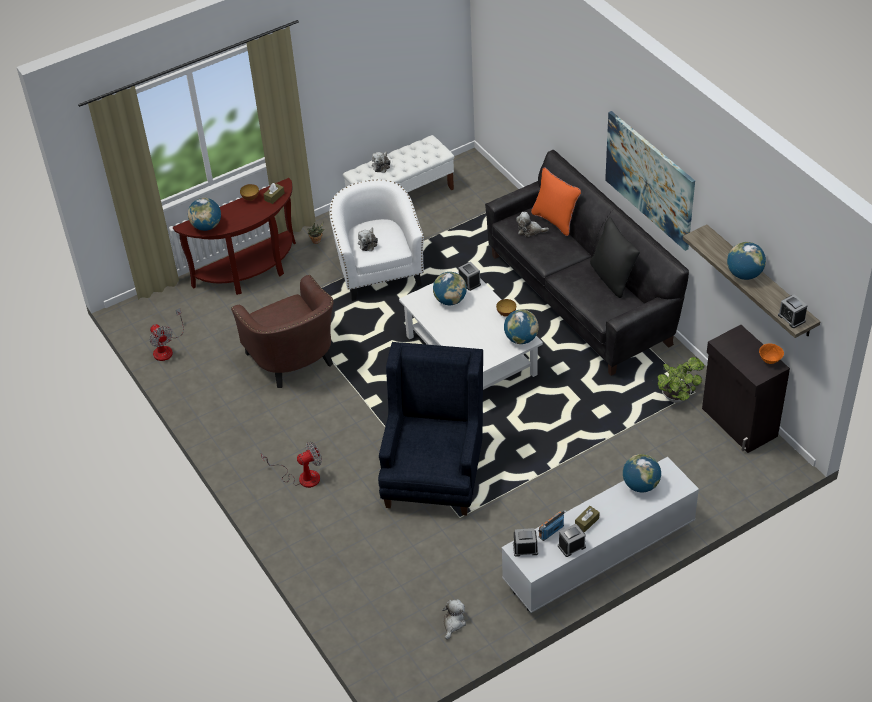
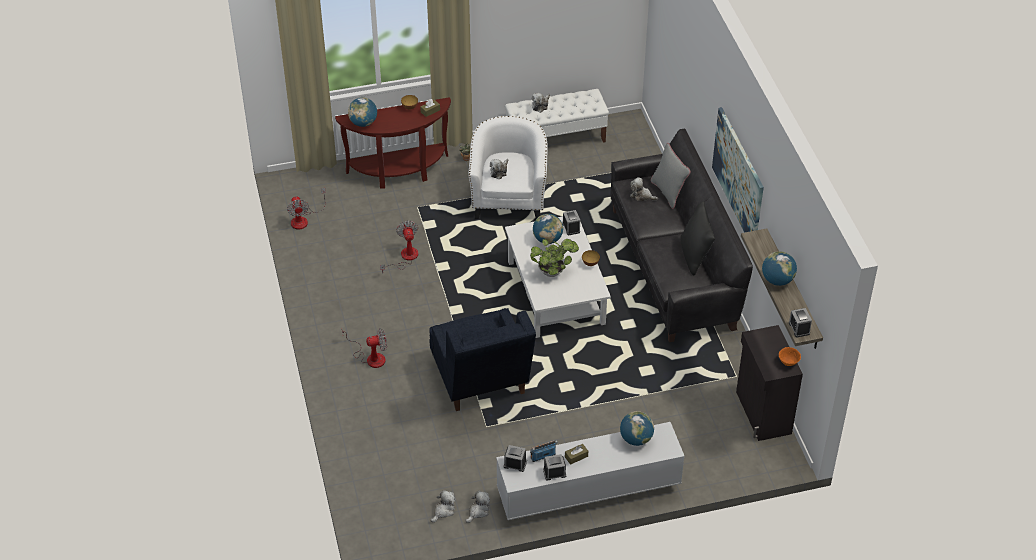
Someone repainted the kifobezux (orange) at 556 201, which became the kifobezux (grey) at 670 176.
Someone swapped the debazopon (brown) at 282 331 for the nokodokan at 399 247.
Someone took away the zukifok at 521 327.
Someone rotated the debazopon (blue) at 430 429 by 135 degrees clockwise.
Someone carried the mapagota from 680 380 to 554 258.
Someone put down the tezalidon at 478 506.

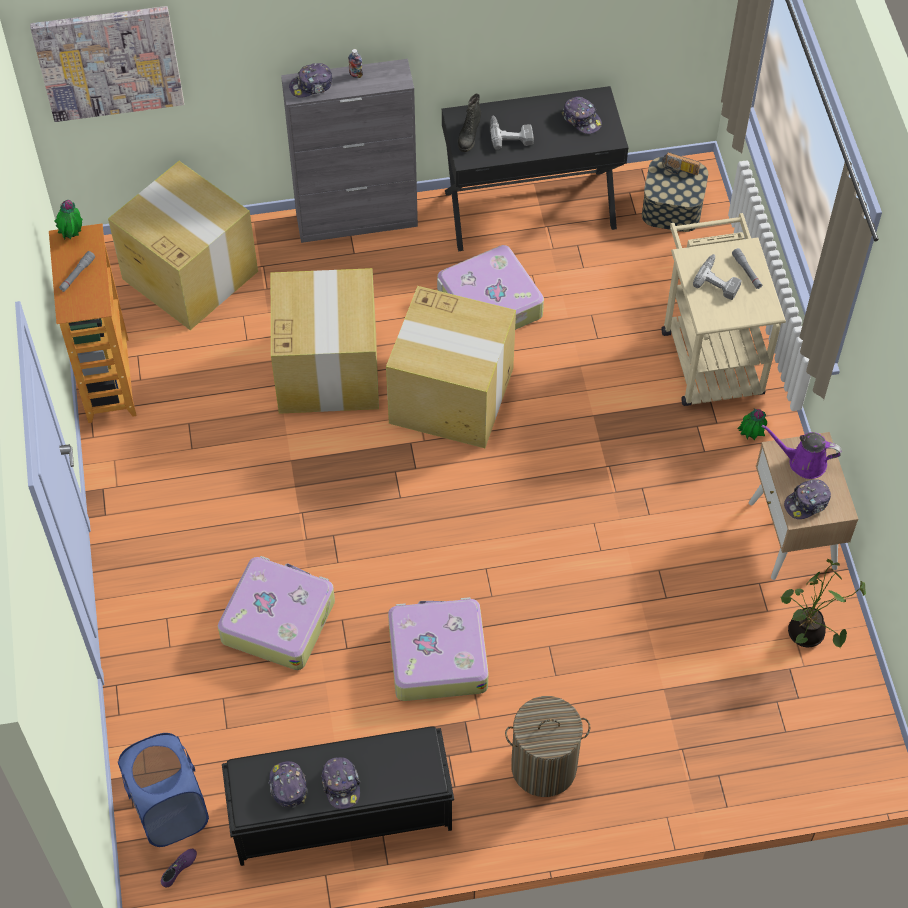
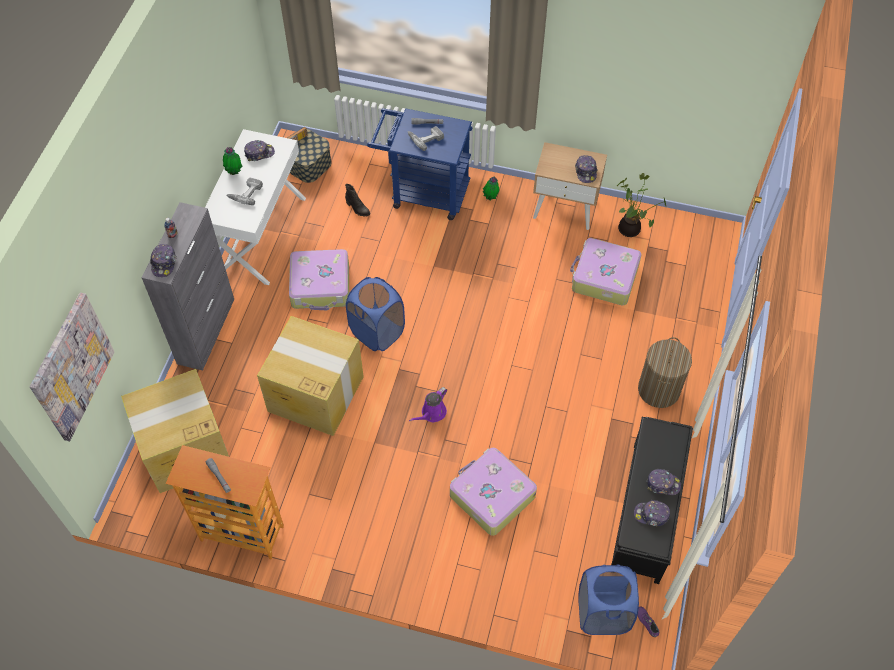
Someone repainted the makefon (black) at 535 168, which became the makefon (white) at 255 207.
Someone carried the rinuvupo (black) from 469 123 to 357 200.
Someone carried the mapagota from 68 219 to 233 161.
Someone repainted the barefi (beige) at 724 309, which became the barefi (blue) at 419 164.
Someone swapped the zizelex at 451 367 for the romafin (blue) at 375 314.
Someone carried the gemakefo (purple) from 802 452 to 428 404.
Someone carried the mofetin from 438 649 to 606 271.

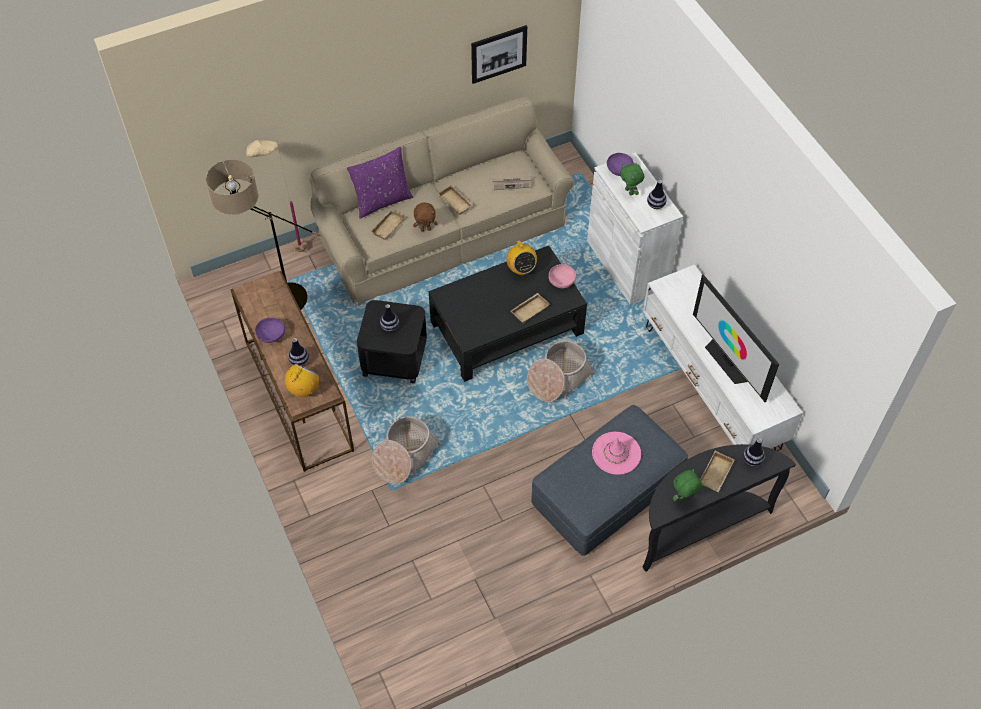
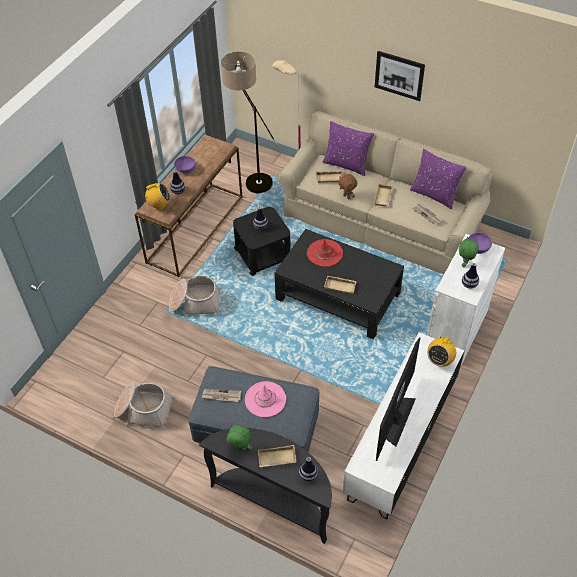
Someone carried the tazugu from 499 54 to 400 76.
Someone carried the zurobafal from 522 258 to 441 351.
Someone took away the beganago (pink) at 562 276.
Someone carried the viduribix from 561 371 to 144 406.
Someone put down the kifobezux (purple) at 438 179.
Someone put down the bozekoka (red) at 325 253.
Someone put down the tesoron at 221 395.

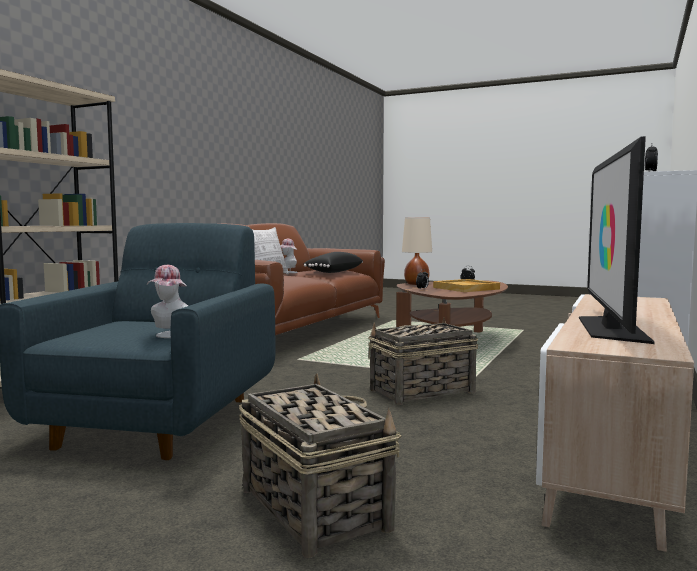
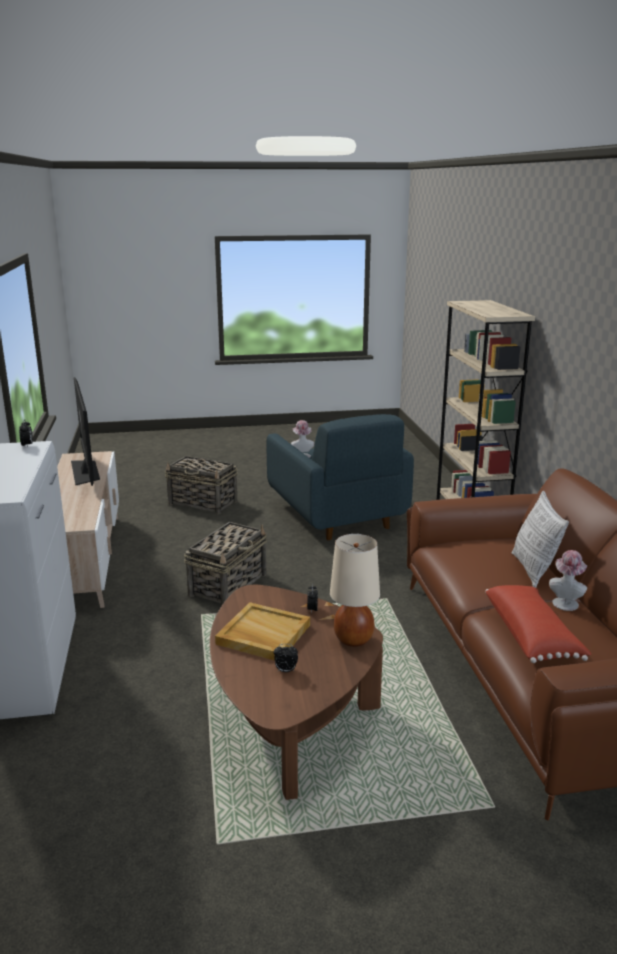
Someone repainted the kifobezux (black) at 333 262, which became the kifobezux (red) at 538 624.

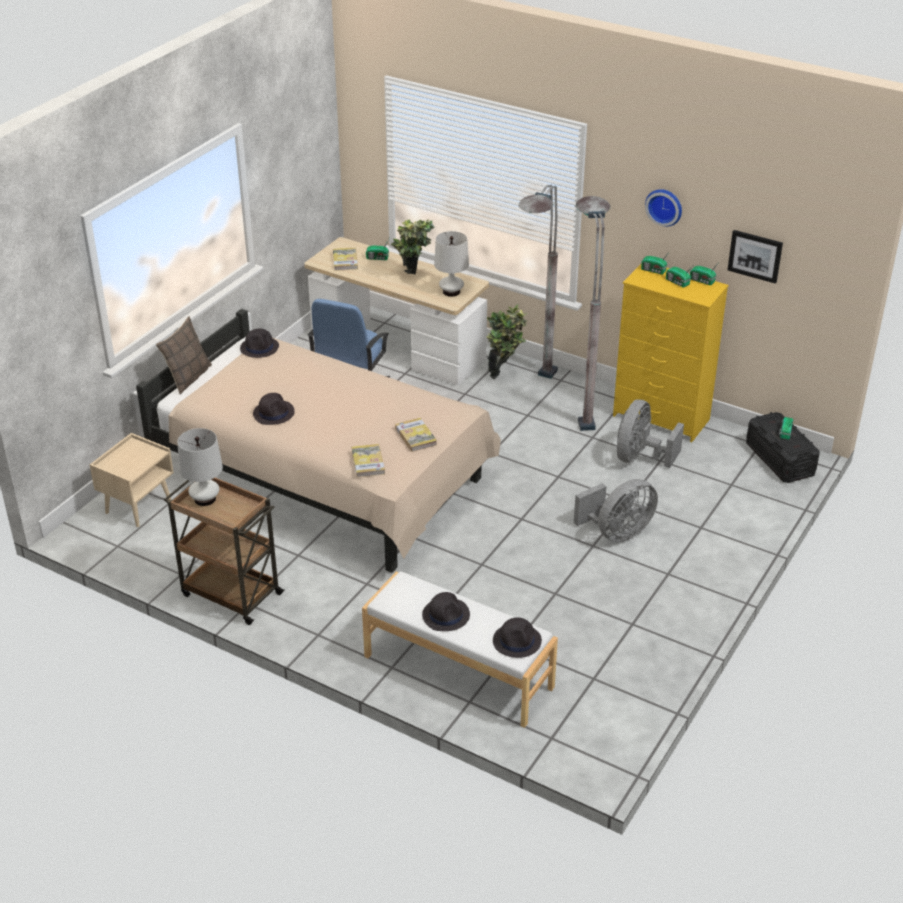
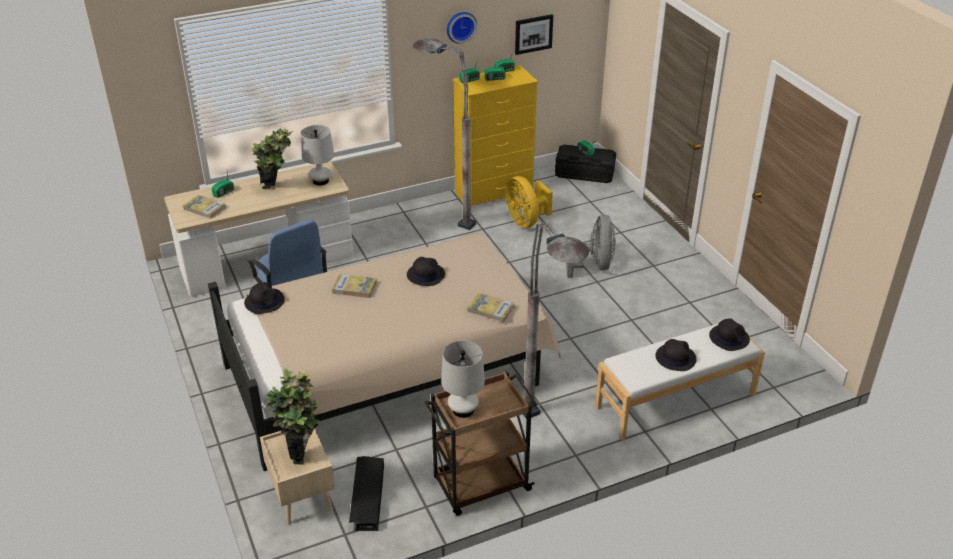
Someone carried the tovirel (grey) from 538 282 to 556 320.
Someone carried the mapagota from 507 341 to 293 416.
Someone took away the kifobezux at 184 355.
Someone carried the bozekoka (black) from 274 409 to 426 271.
Someone repainted the nokodokan (grey) at 650 433, which became the nokodokan (yellow) at 529 202.
Someone carried the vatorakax from 416 435 to 354 286.
Someone put down the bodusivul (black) at 366 493.

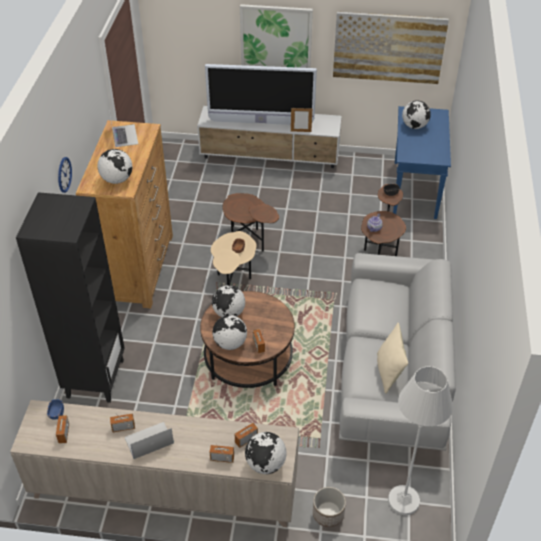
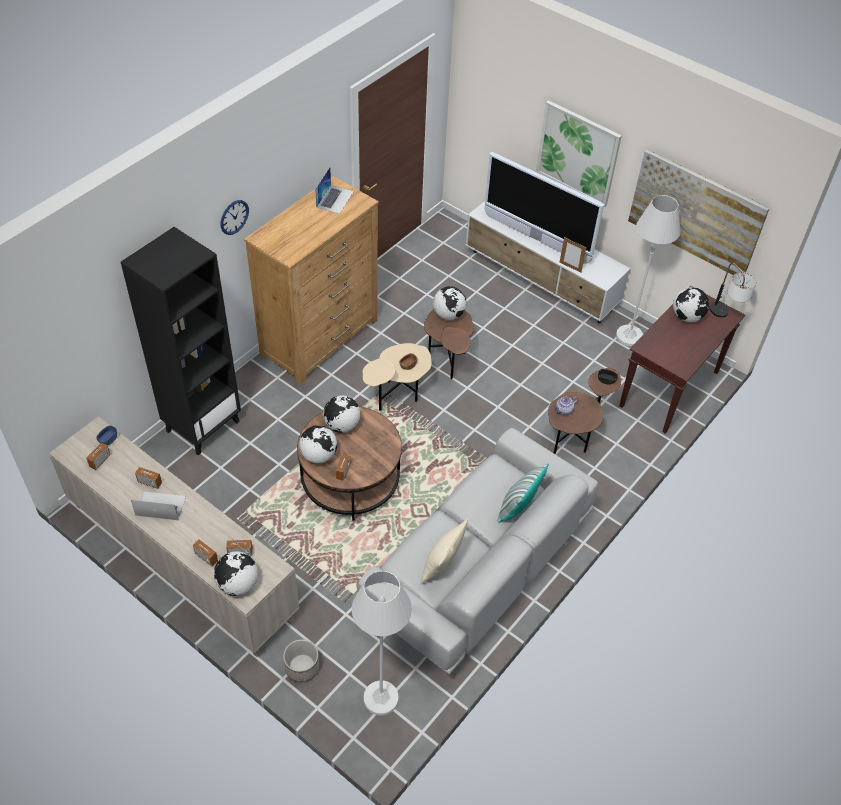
Someone repainted the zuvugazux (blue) at 422 162, which became the zuvugazux (brown) at 682 360.
Someone carried the zukifok from 115 166 to 449 303.
Someone put down the tovirel (white) at 648 270.
Someone put down the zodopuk at 733 290.
Someone put down the kifobezux at 523 493.

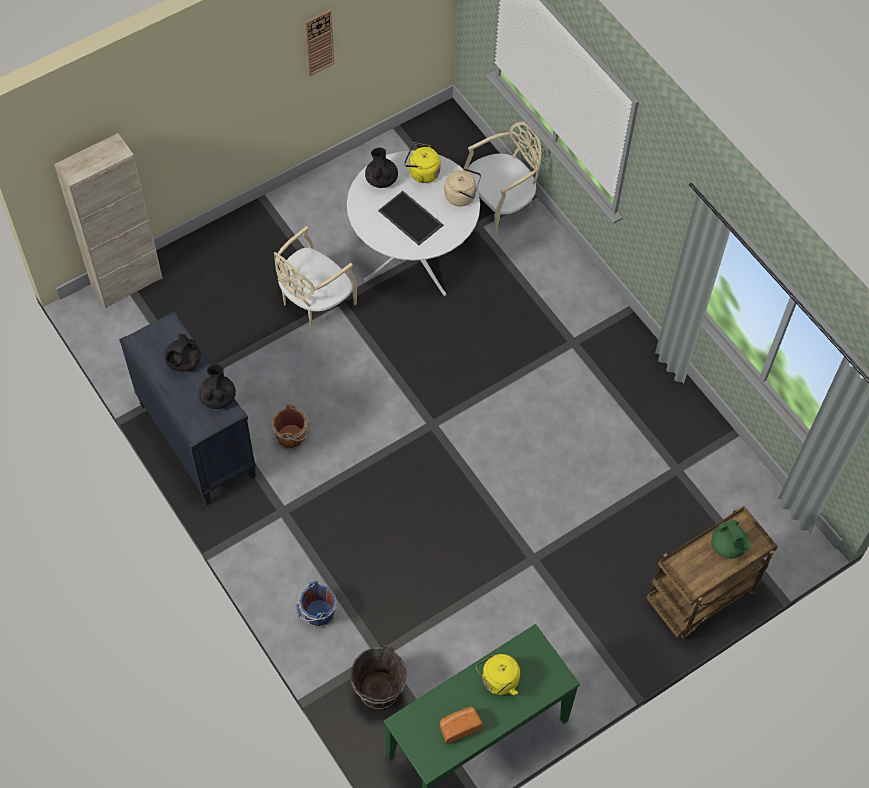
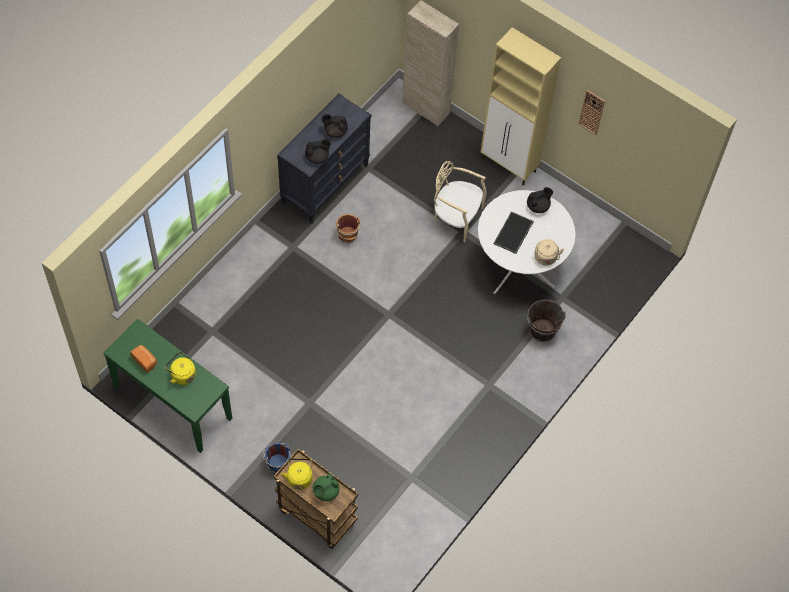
Someone took away the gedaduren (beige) at 502 179.
Someone carried the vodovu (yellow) from 422 163 to 296 474.
Someone carried the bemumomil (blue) from 317 604 to 277 458.
Someone carried the bemumomil (brown) from 378 676 to 546 321.
Someone put down the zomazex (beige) at 521 106.

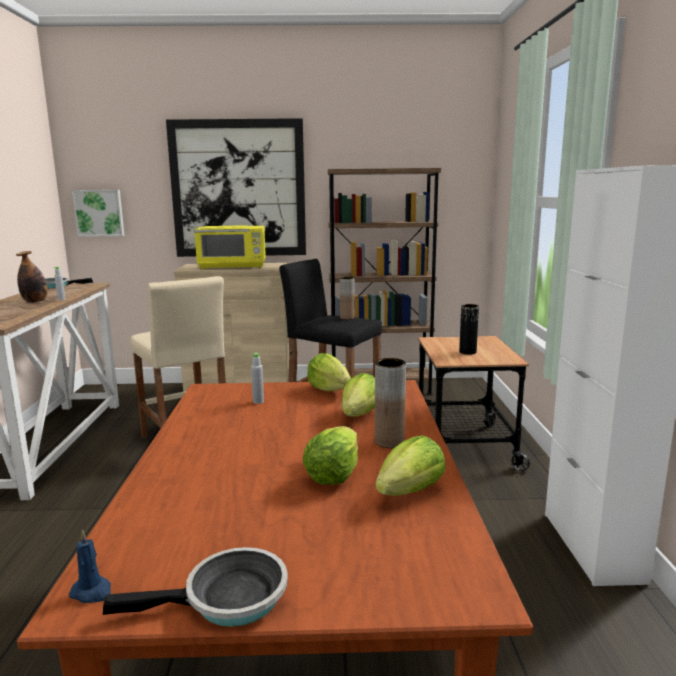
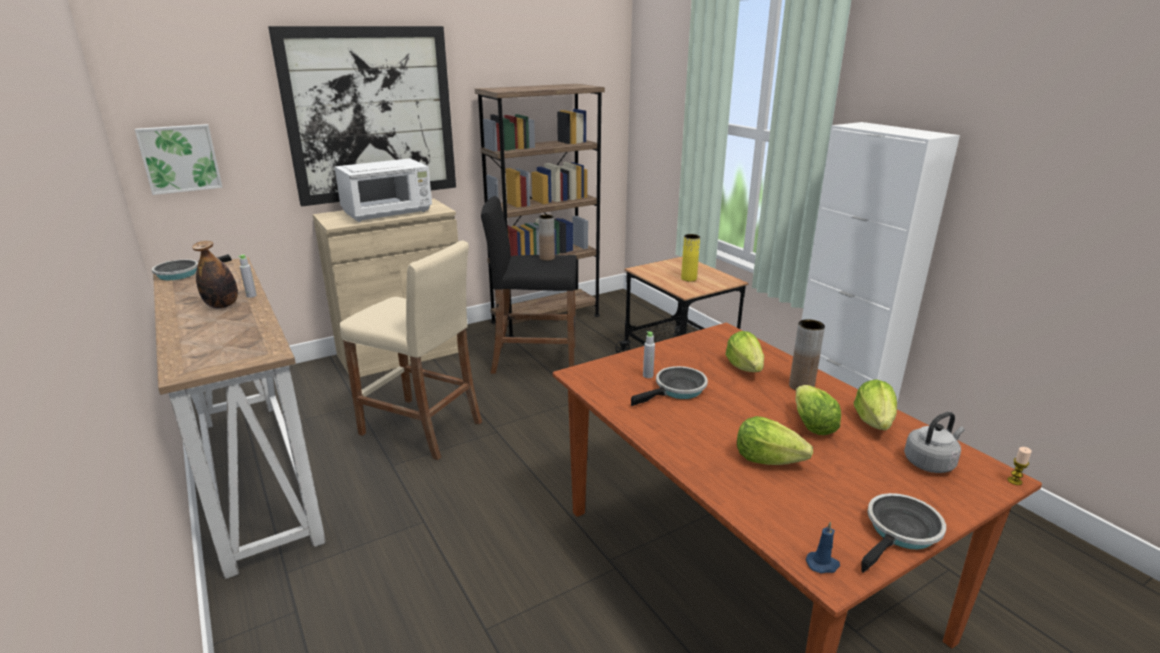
Someone repainted the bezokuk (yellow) at 230 247, which became the bezokuk (white) at 383 190.
Someone repainted the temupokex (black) at 469 329, which became the temupokex (yellow) at 690 258.
Someone carried the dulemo from 329 372 to 775 440.
Someone put down the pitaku at 669 386.
Someone put down the vodovu (grey) at 934 442.
Someone put down the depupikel at 1019 466.

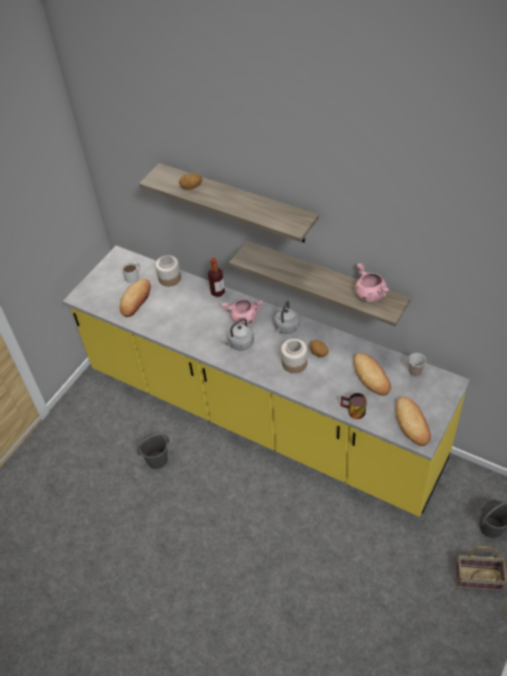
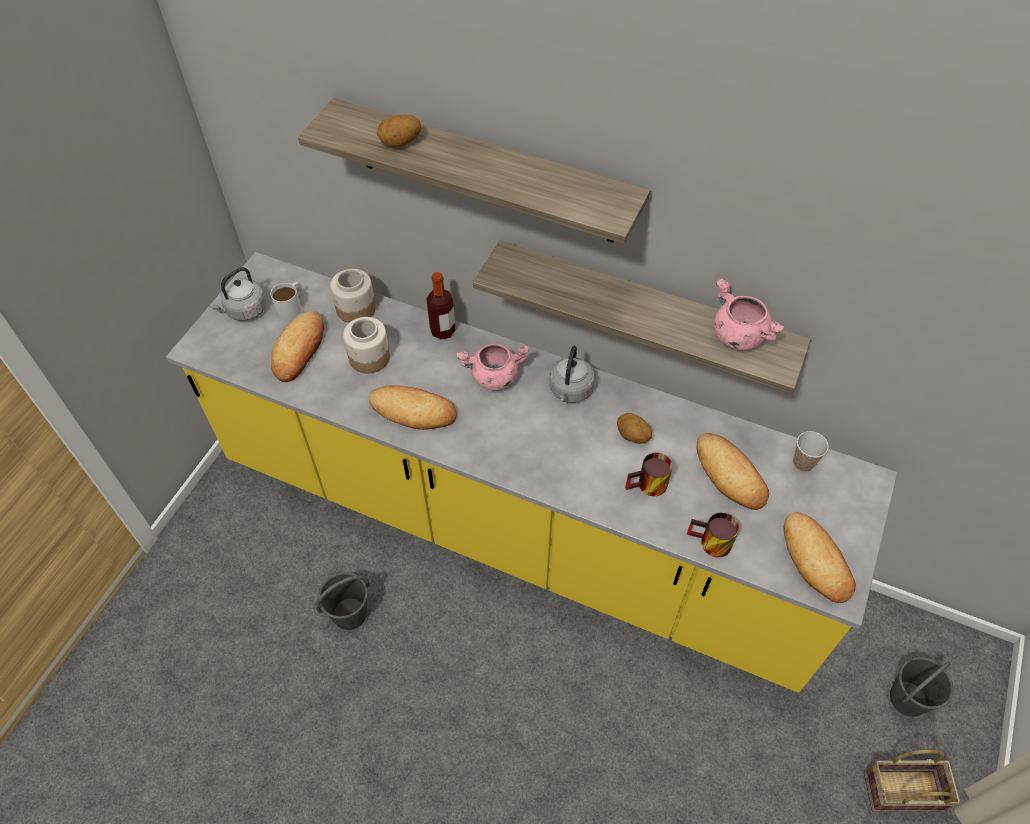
Someone carried the vodovu (grey) from 238 334 to 237 294.
Someone carried the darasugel from 294 356 to 366 345.
Someone put down the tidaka at 412 407.
Someone put down the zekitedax at 649 474.

